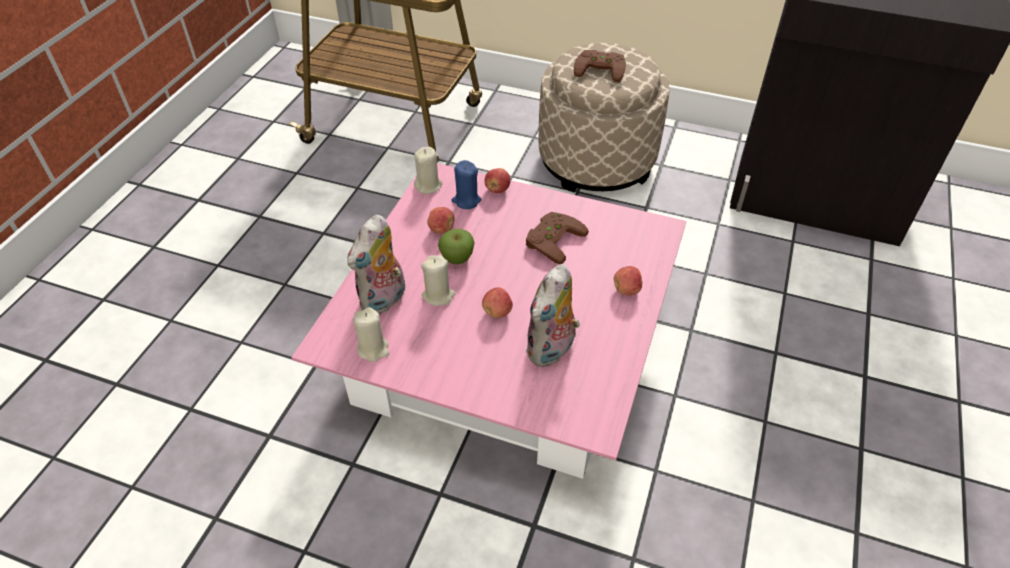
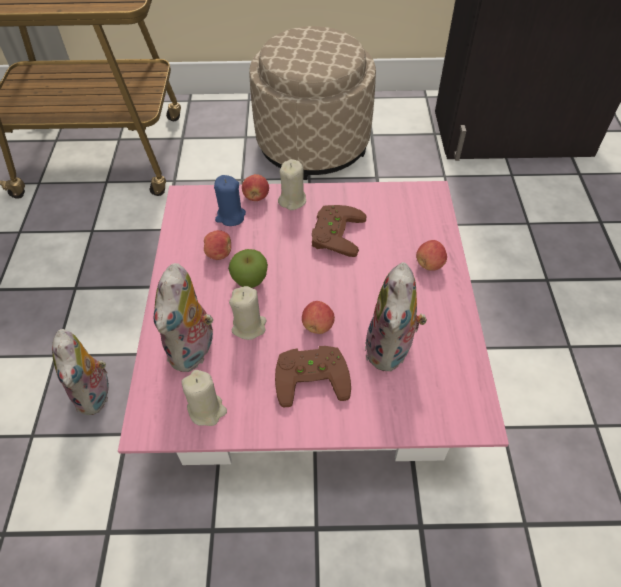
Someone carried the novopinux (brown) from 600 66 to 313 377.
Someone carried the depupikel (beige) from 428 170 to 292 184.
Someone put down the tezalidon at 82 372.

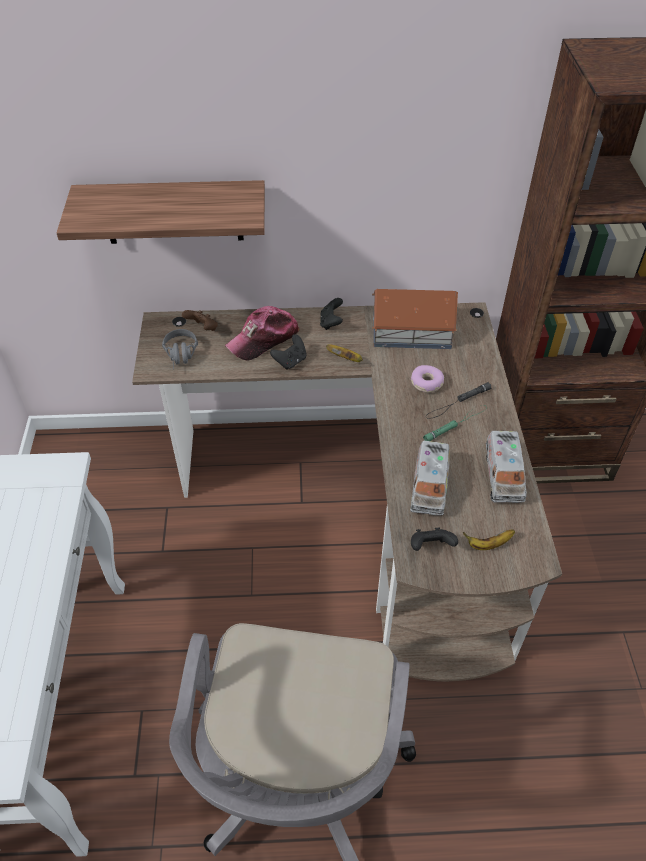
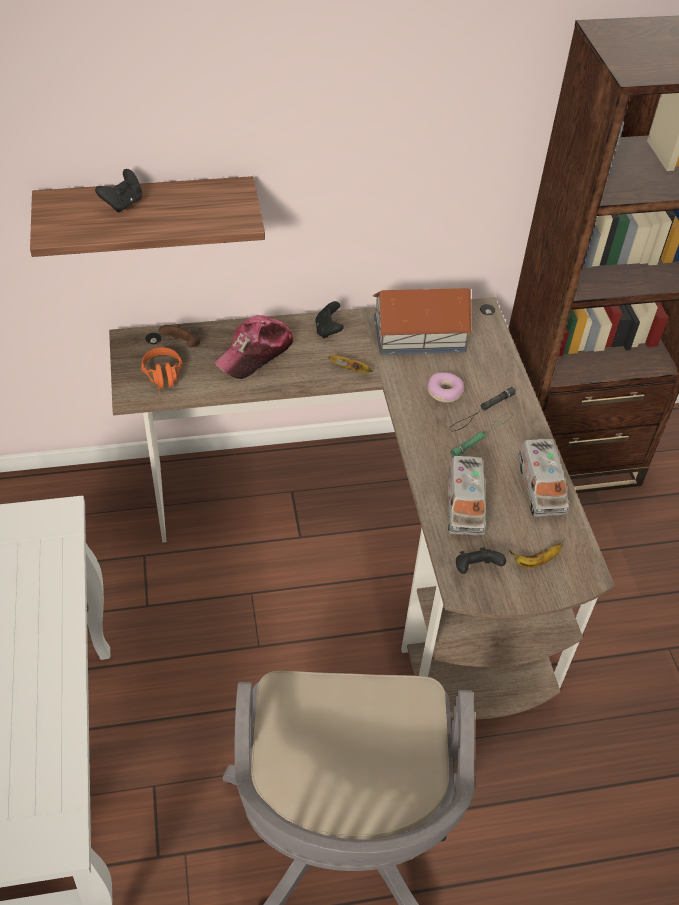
Someone repainted the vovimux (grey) at 180 349, which became the vovimux (orange) at 161 371.
Someone carried the novopinux (black) from 288 352 to 118 191.

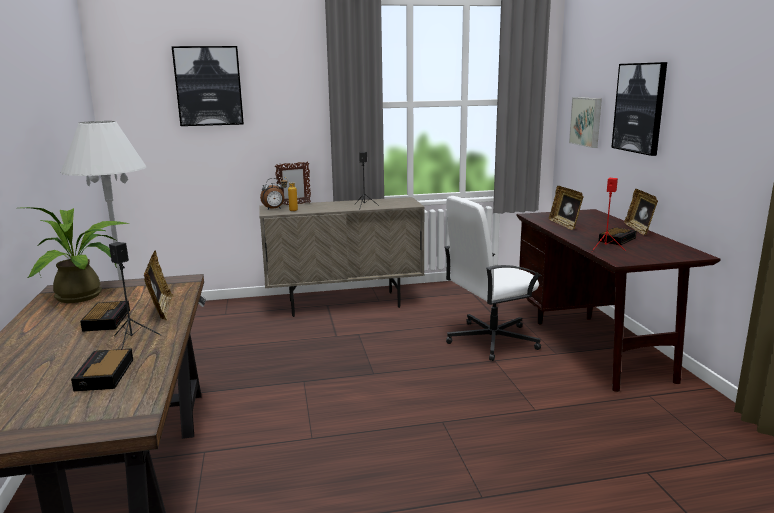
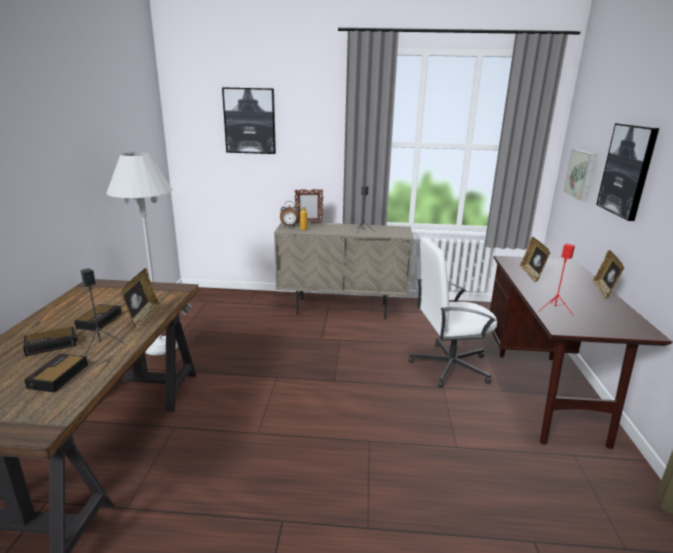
Someone took away the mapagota at 75 255.
Someone carried the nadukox from 618 236 to 50 341.

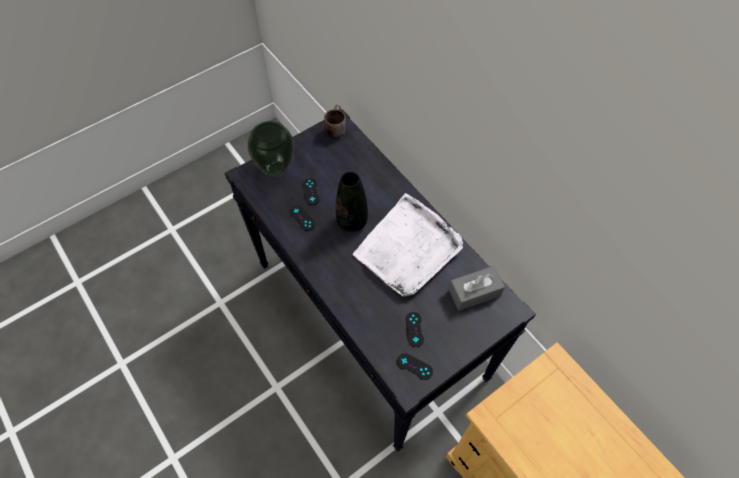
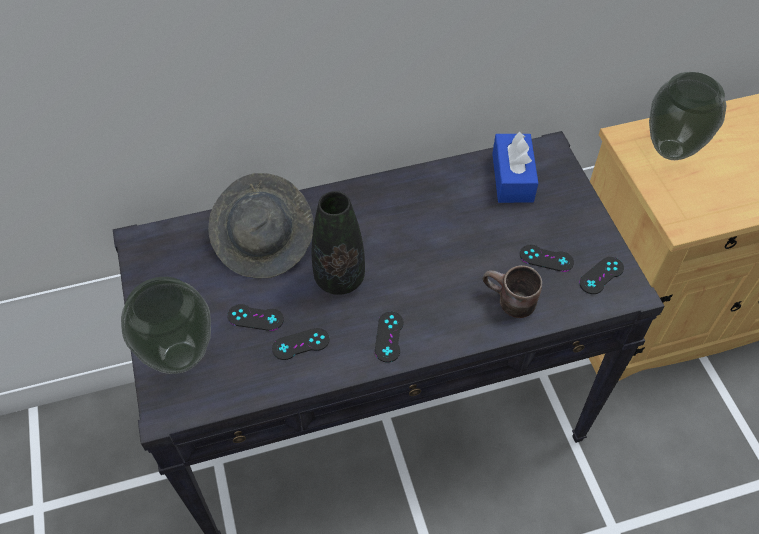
Someone carried the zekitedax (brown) from 335 121 to 512 291.
Someone took away the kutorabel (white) at 408 245.
Someone repainted the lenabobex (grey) at 476 288, which became the lenabobex (blue) at 515 167.
Someone put down the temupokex at 688 116.
Someone put down the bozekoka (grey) at 261 225.
Someone put down the novopinux (black) at 389 337.

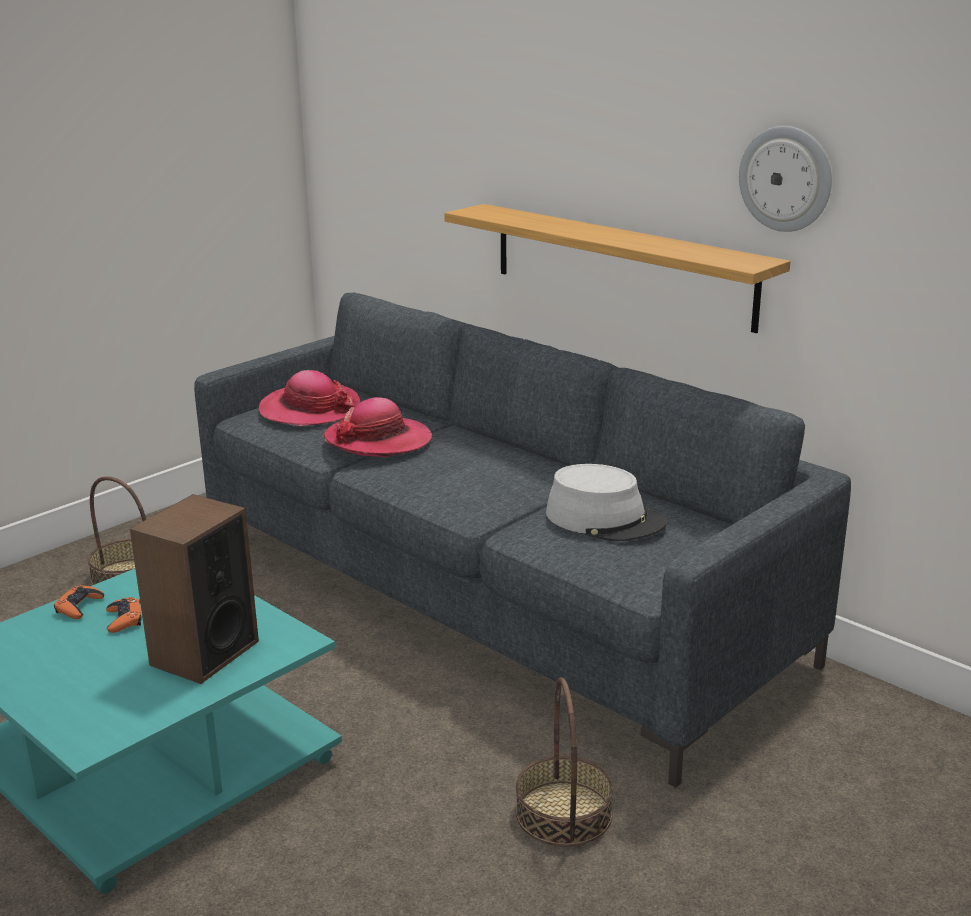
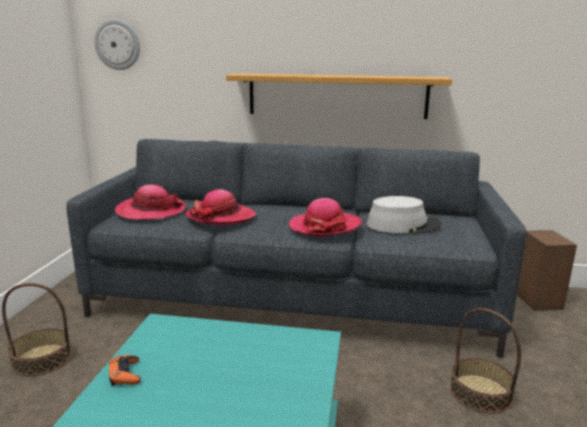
Someone carried the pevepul from 785 179 to 117 44.
Someone carried the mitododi from 194 589 to 547 270.
Someone took away the novopinux (orange) at 124 615.
Someone put down the bozekoka at 326 217.

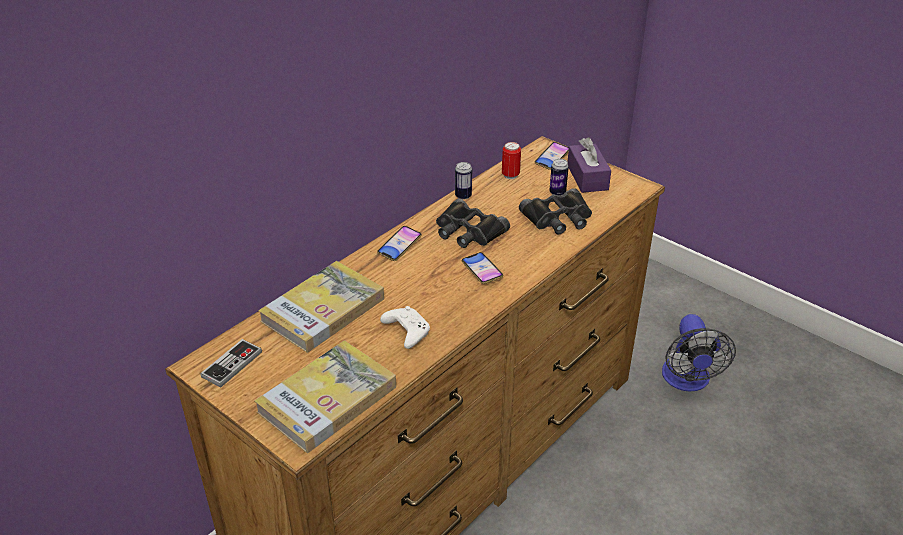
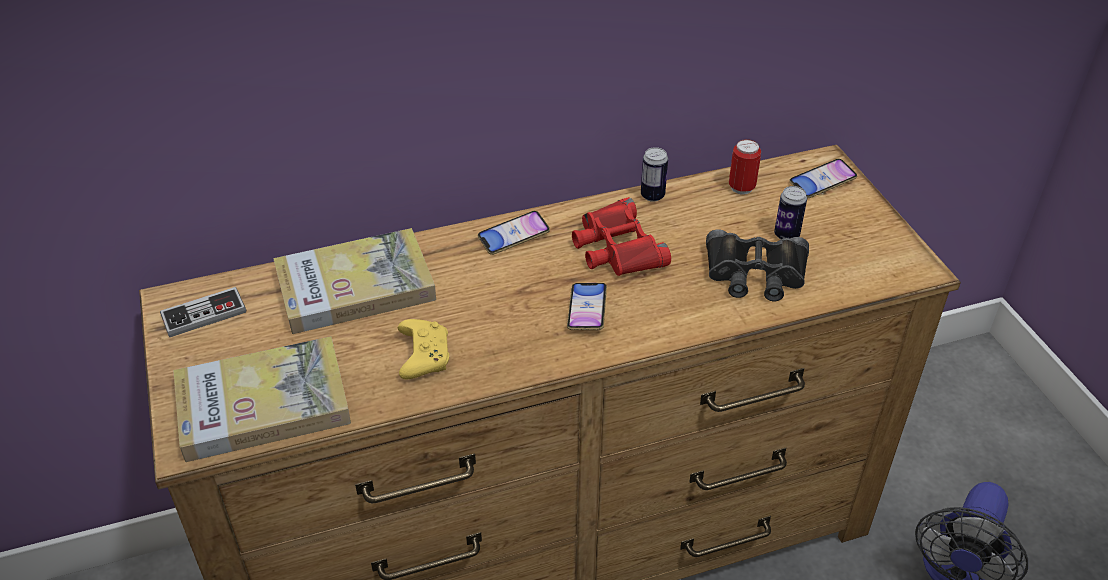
Someone took away the lenabobex (purple) at 589 165.
Someone repainted the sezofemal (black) at 473 223, which became the sezofemal (red) at 621 236.
Someone repainted the novopinux (white) at 405 327, which became the novopinux (yellow) at 423 349.

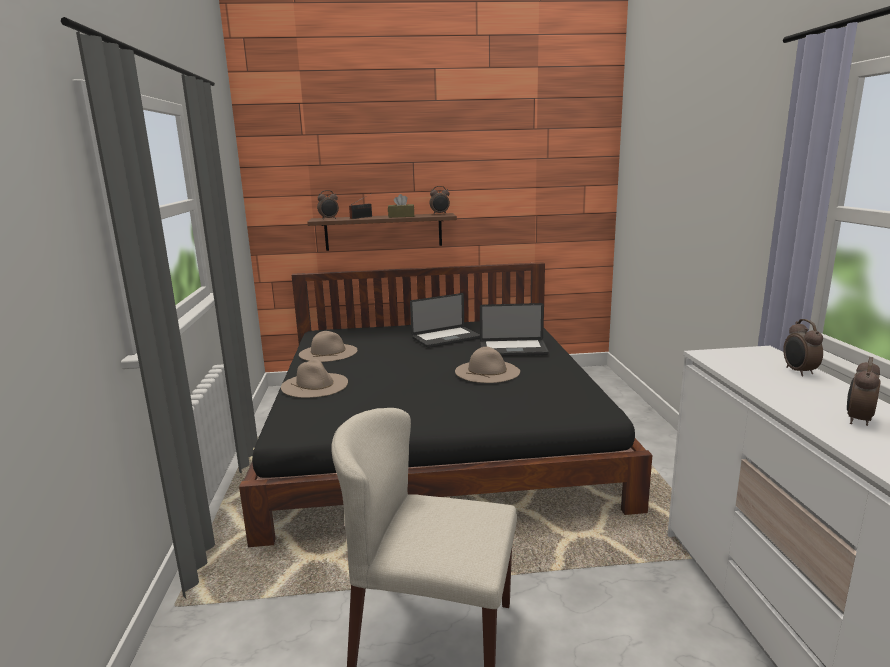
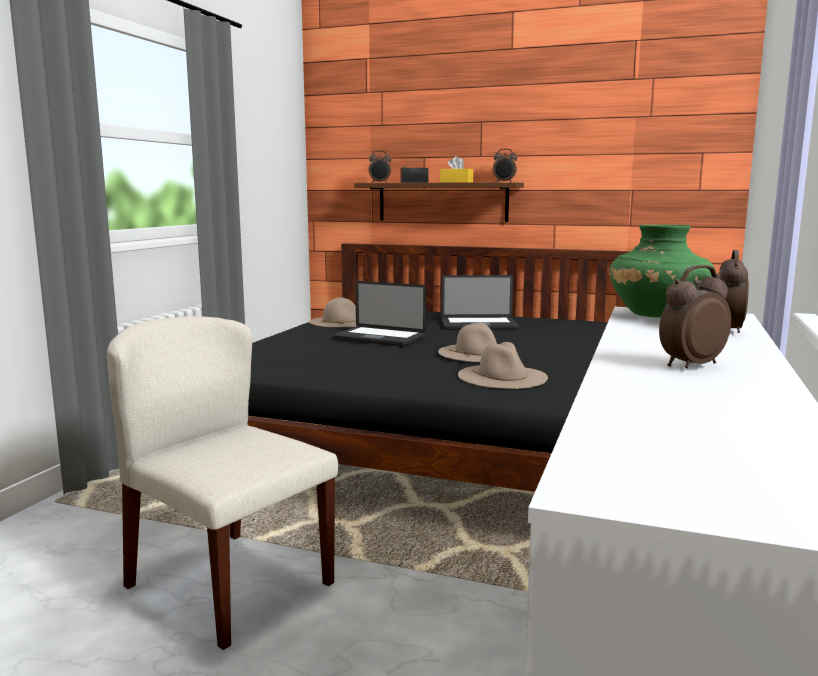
Someone repainted the lenabobex (brown) at 401 206, which became the lenabobex (yellow) at 456 169.
Someone carried the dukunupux from 514 329 to 379 313.
Someone carried the bozekoka (beige) from 314 378 to 503 365.
Someone put down the temupokex (green) at 662 271.

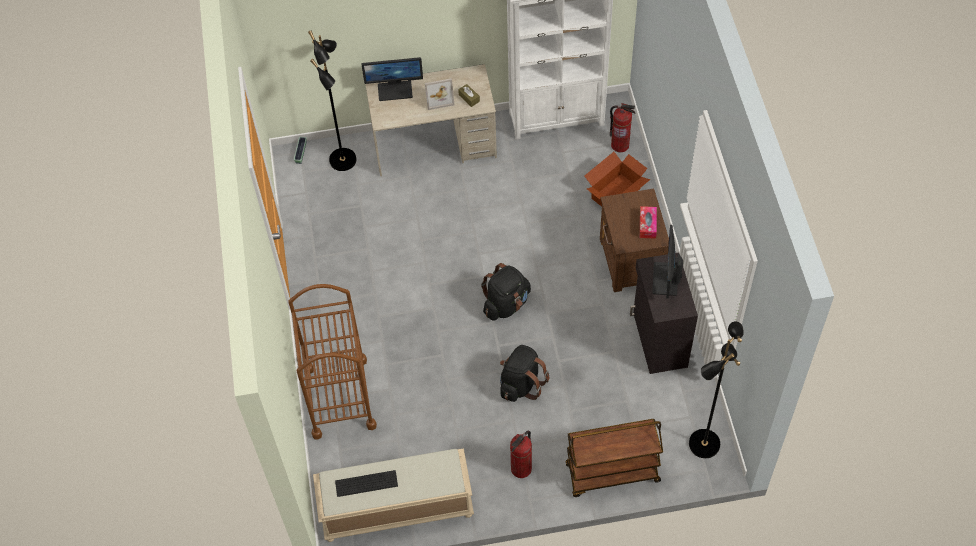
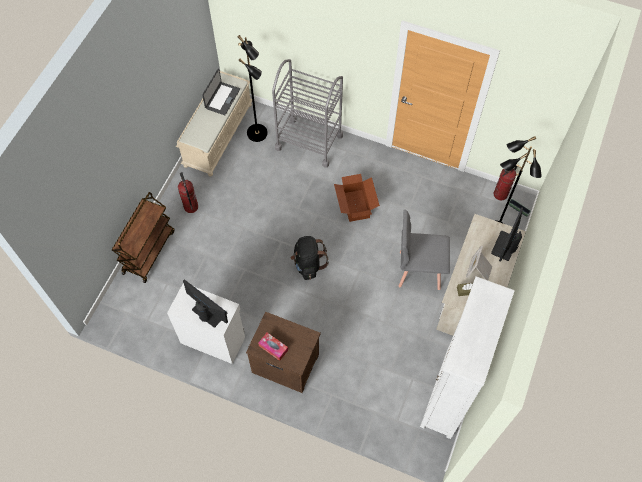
Someone carried the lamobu from 622 127 to 505 183.
Someone carried the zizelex from 617 179 to 357 198.
Someone repainted the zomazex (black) at 664 313, which became the zomazex (white) at 206 323.
Someone repainted the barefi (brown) at 333 362, which became the barefi (grey) at 307 113.
Someone carried the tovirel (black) from 716 389 to 253 88.
Someone took away the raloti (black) at 525 373.
Someone swapped the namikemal at 366 483 for the dukunupux at 221 91.
Someone put down the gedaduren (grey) at 424 250.

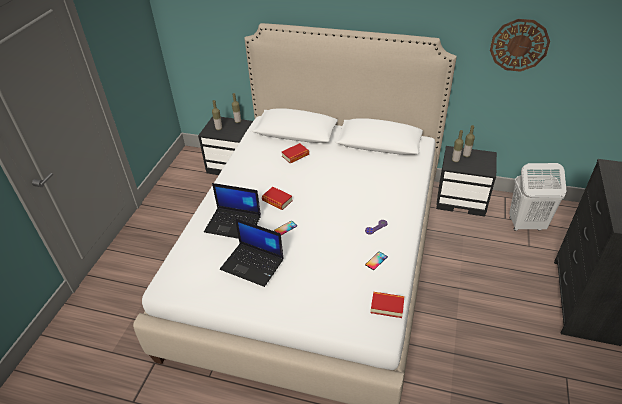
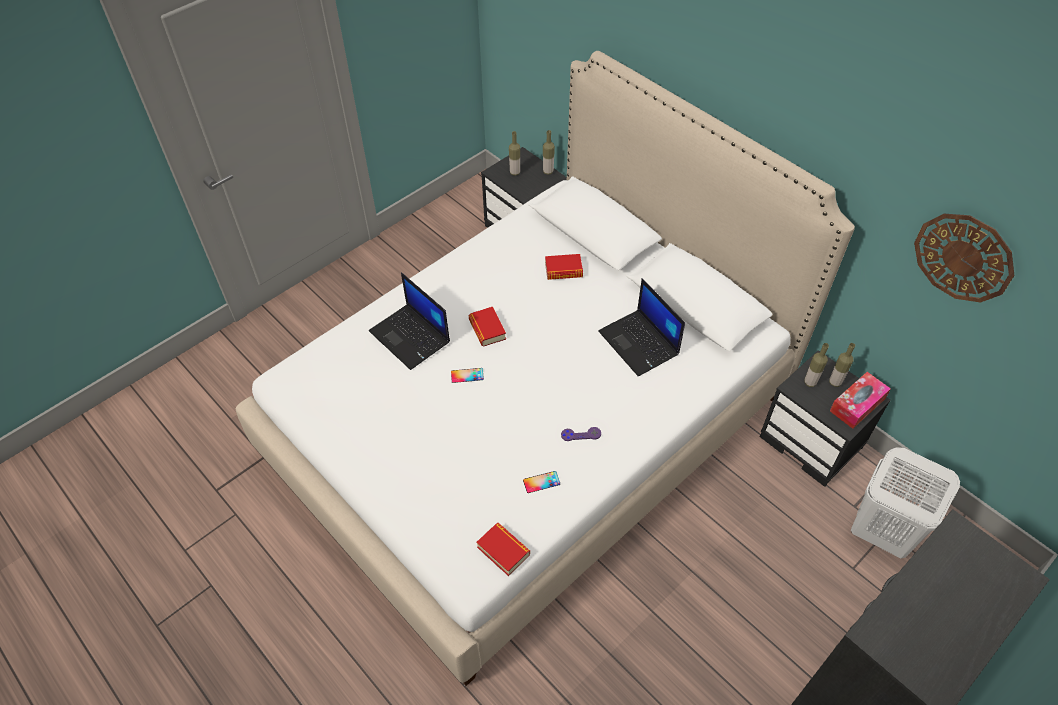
Someone carried the dukunupux from 252 252 to 641 327.
Someone put down the lenabobex at 860 400.

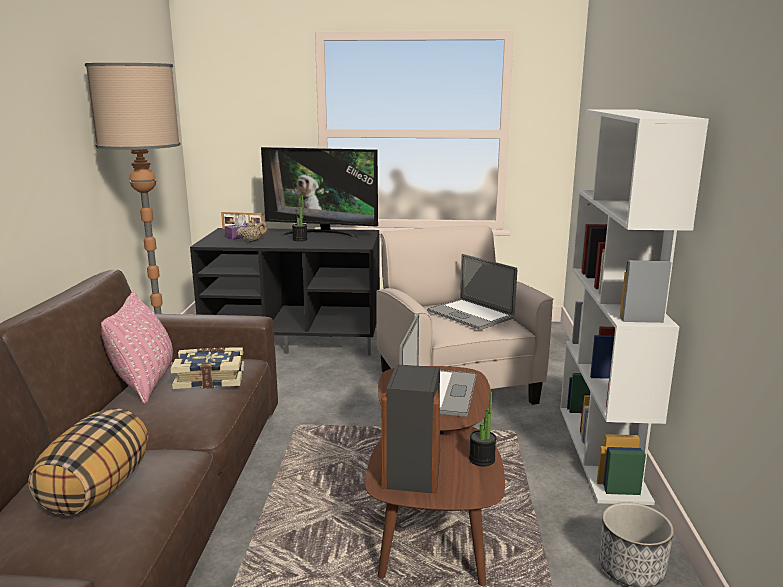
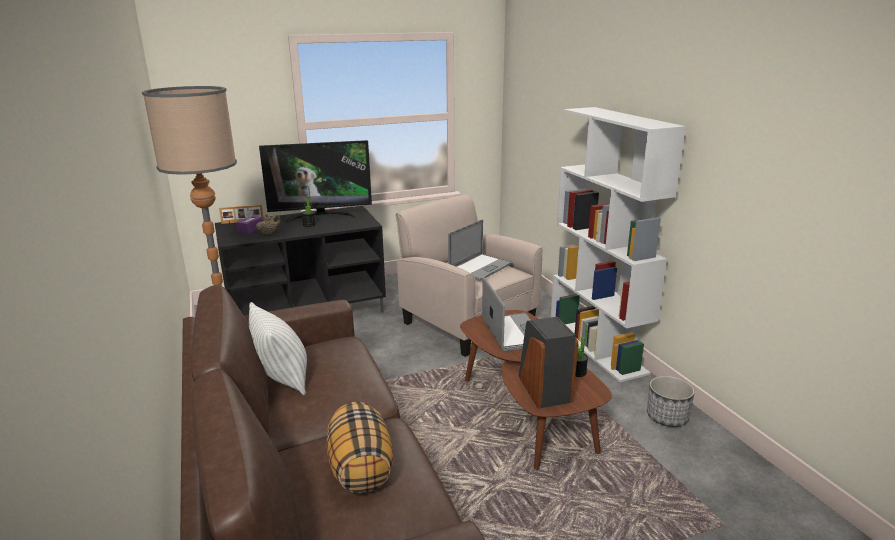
Someone rotated the dukunupux at 472 292 by 75 degrees counterclockwise.
Someone repainted the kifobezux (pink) at 137 347, which became the kifobezux (white) at 278 348.
Someone took away the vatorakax at 207 368.

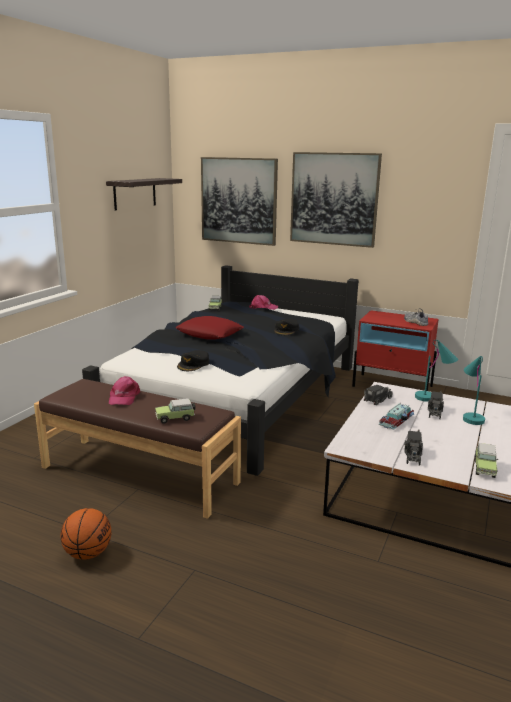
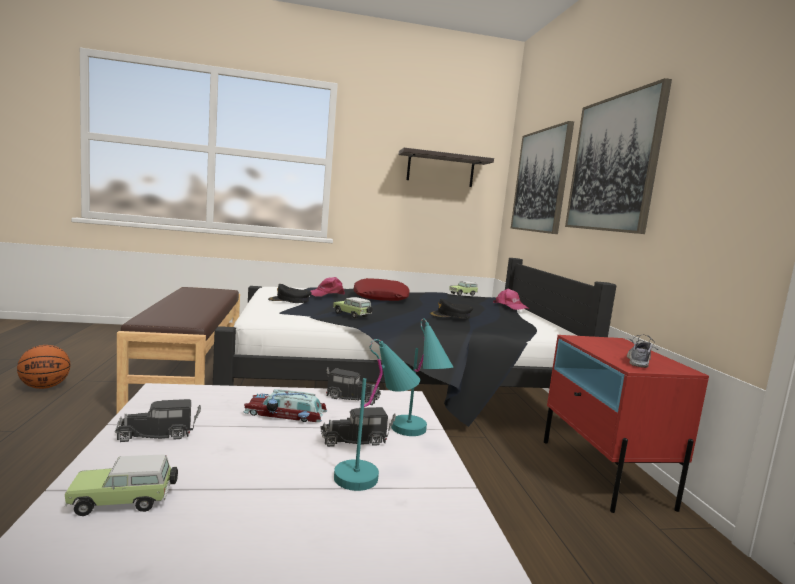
Someone carried the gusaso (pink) from 124 390 to 328 287.
Someone carried the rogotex from 175 411 to 353 308.

